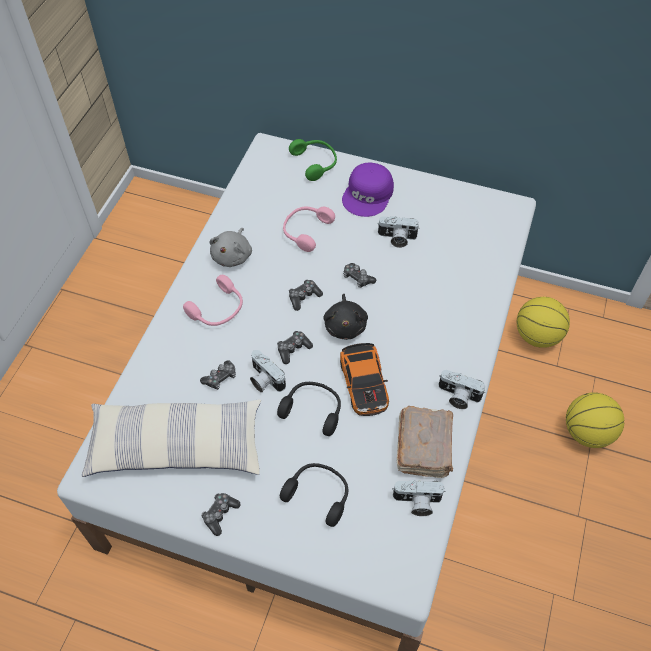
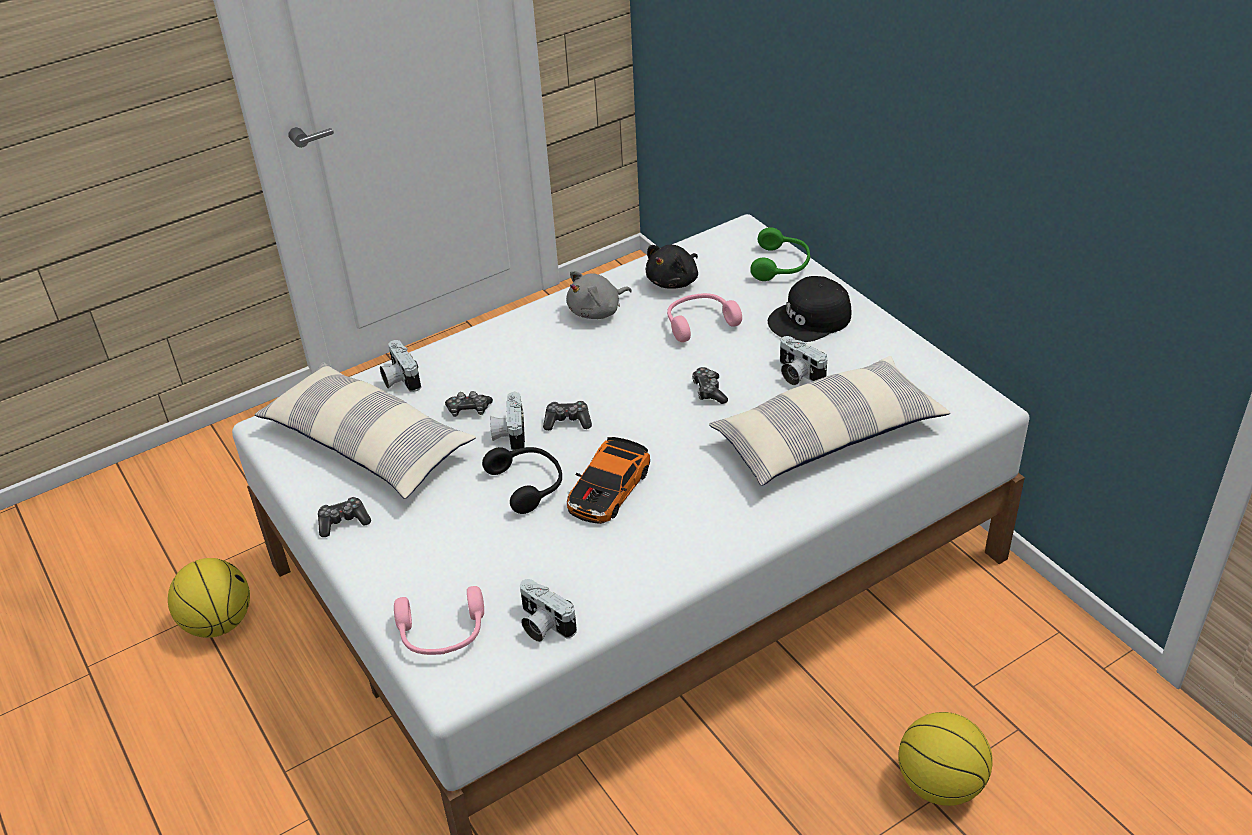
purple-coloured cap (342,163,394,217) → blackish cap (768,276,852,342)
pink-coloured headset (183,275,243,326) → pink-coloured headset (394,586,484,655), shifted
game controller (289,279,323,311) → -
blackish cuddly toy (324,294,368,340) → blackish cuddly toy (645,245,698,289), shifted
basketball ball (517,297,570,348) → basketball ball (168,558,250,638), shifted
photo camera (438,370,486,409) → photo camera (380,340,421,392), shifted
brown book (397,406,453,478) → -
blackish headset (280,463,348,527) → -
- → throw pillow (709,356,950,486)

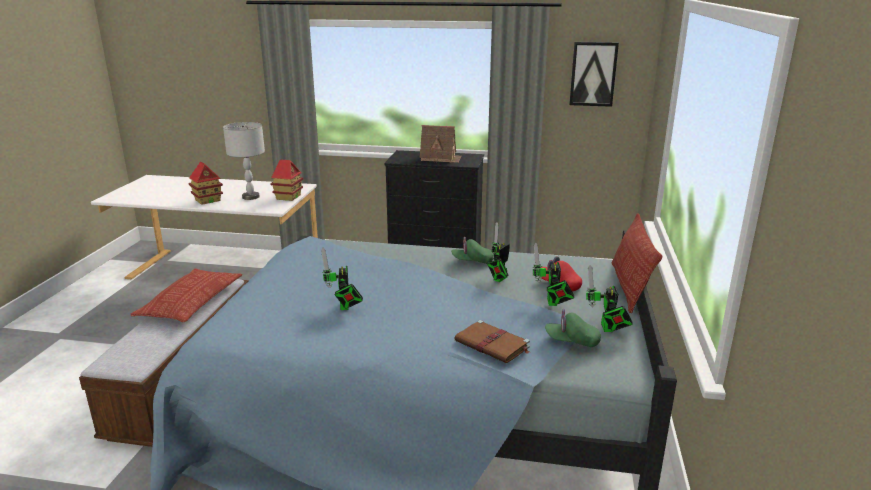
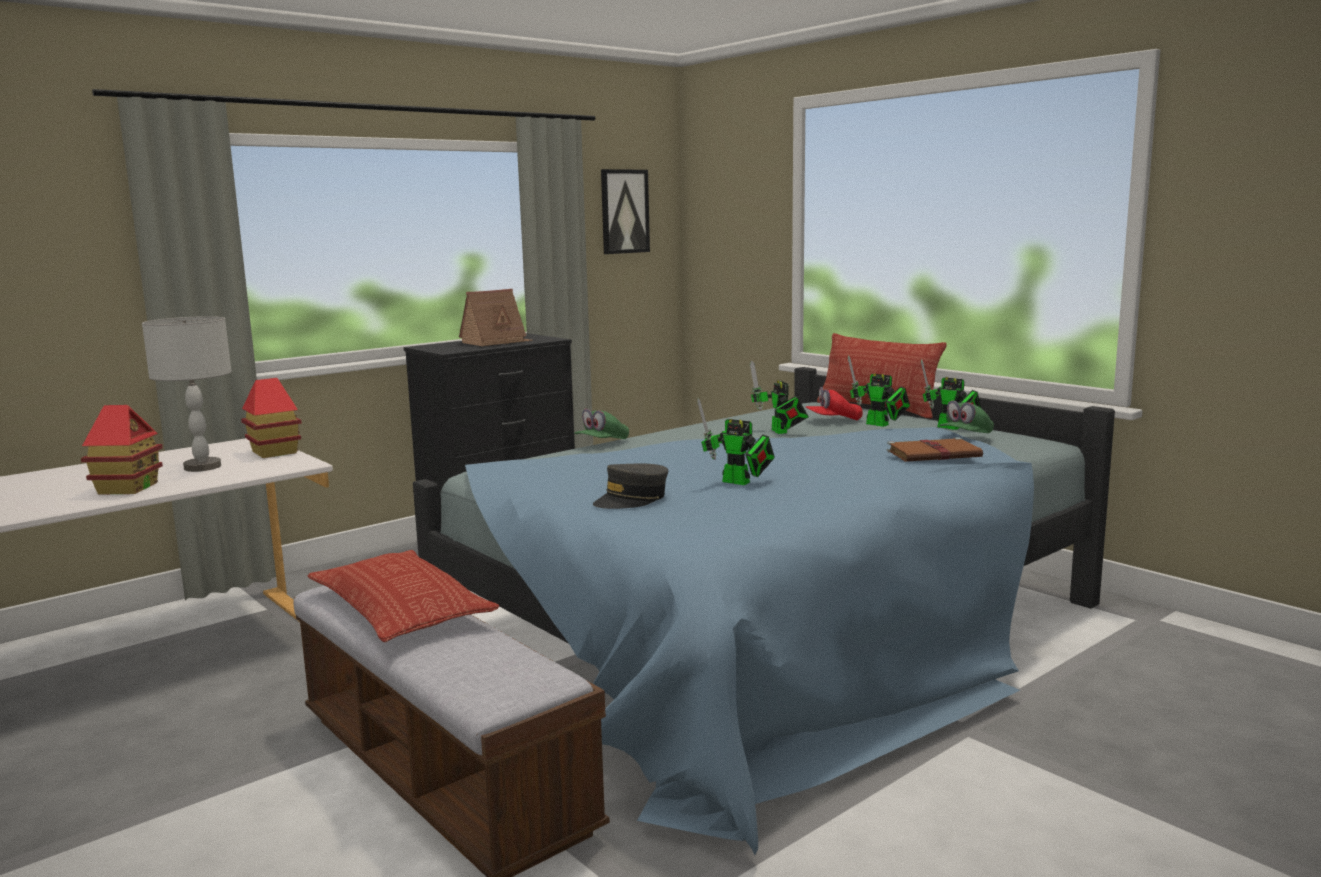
greenish cap (451,237,494,264) → greenish cap (574,409,629,439), shifted
- → gray cap (593,464,668,509)

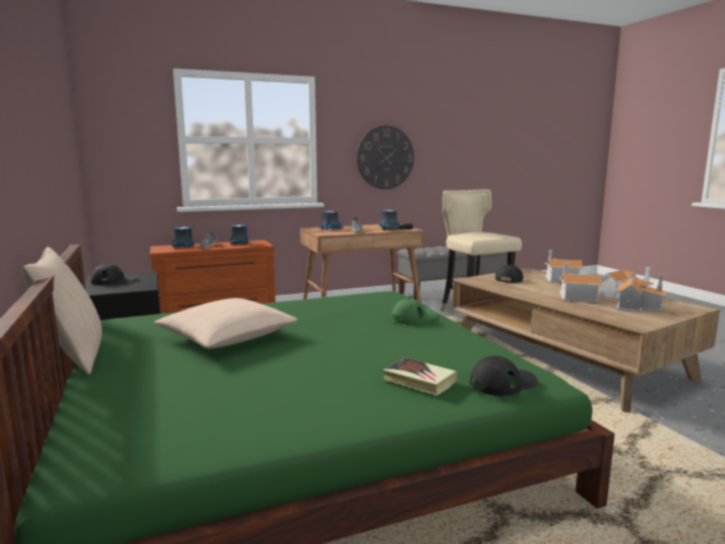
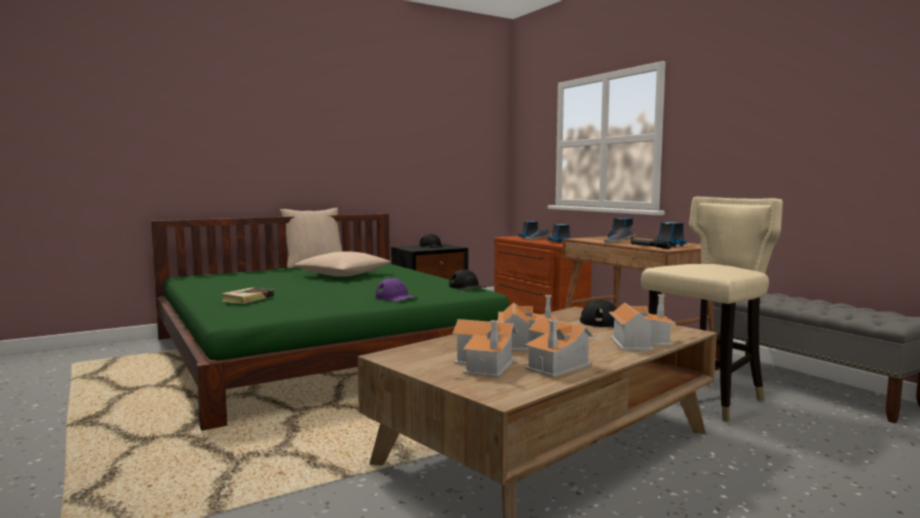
wall clock (356,125,414,189) → -
greenish cap (391,299,437,324) → purple-coloured cap (375,278,417,301)
blackish cap (470,356,538,396) → blackish cap (449,269,486,290), shifted

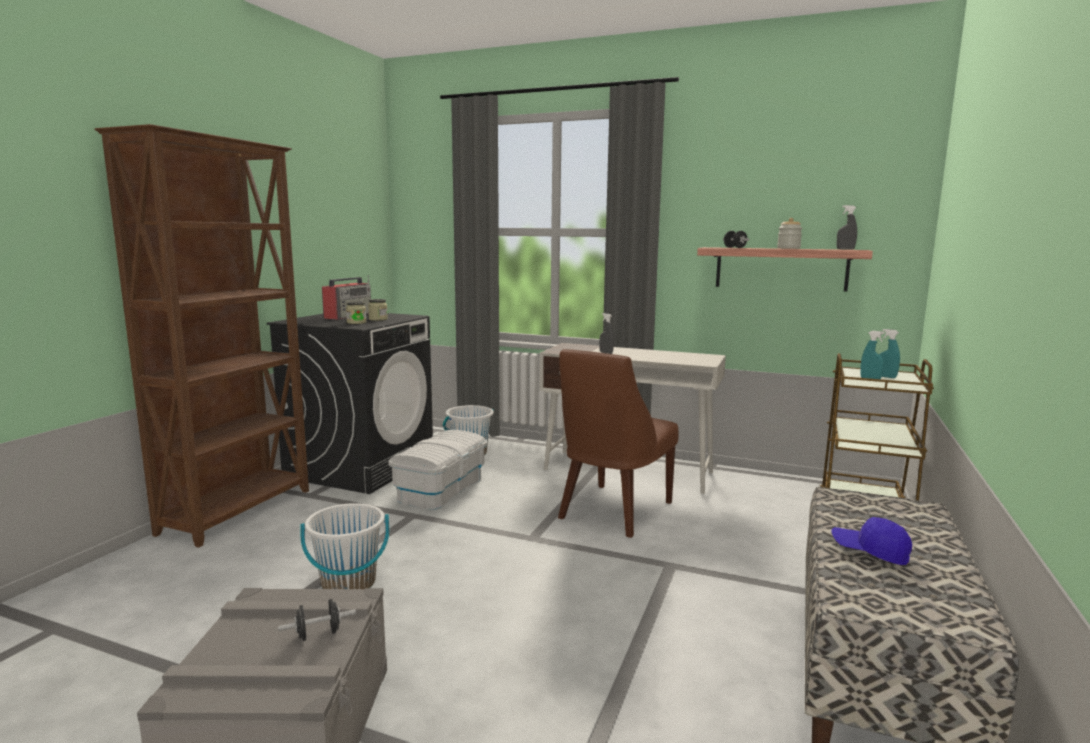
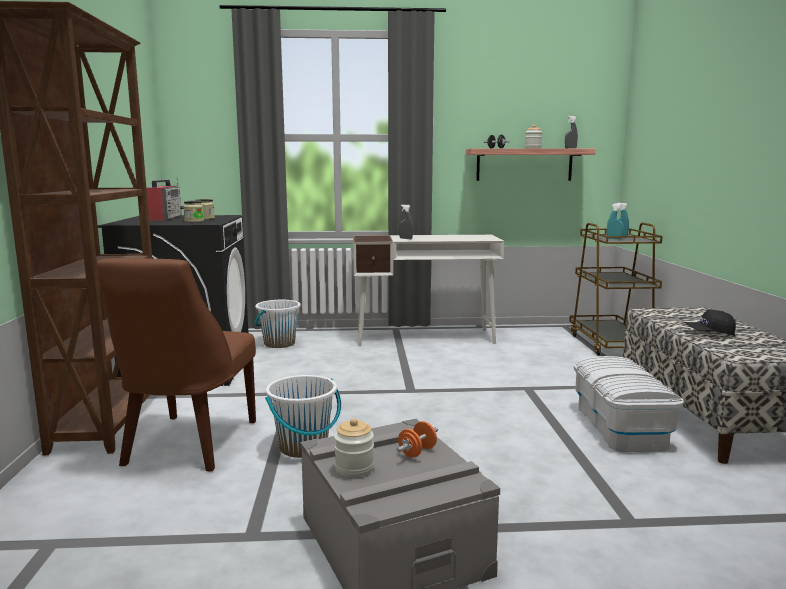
brown upright chair (558,349,679,538) → brown upright chair (97,258,256,471), shifted
whitish storage container (388,430,487,510) → whitish storage container (574,356,684,452), shifted
bluish cap (831,517,912,565) → blackish cap (684,310,736,336)
blackish dumbbell (278,599,356,641) → orangey dumbbell (396,421,438,458)
- → jar (334,418,374,477)

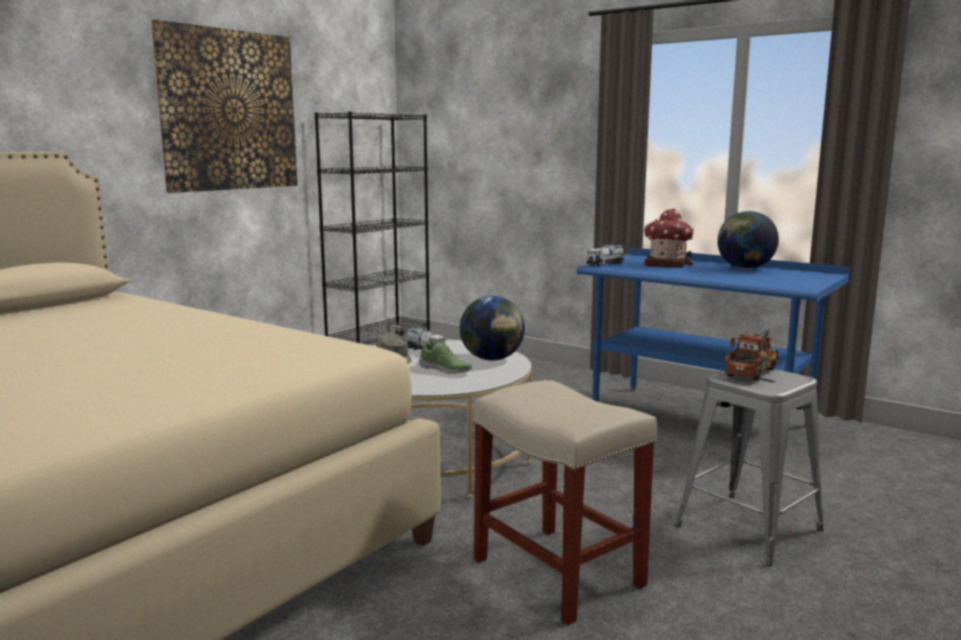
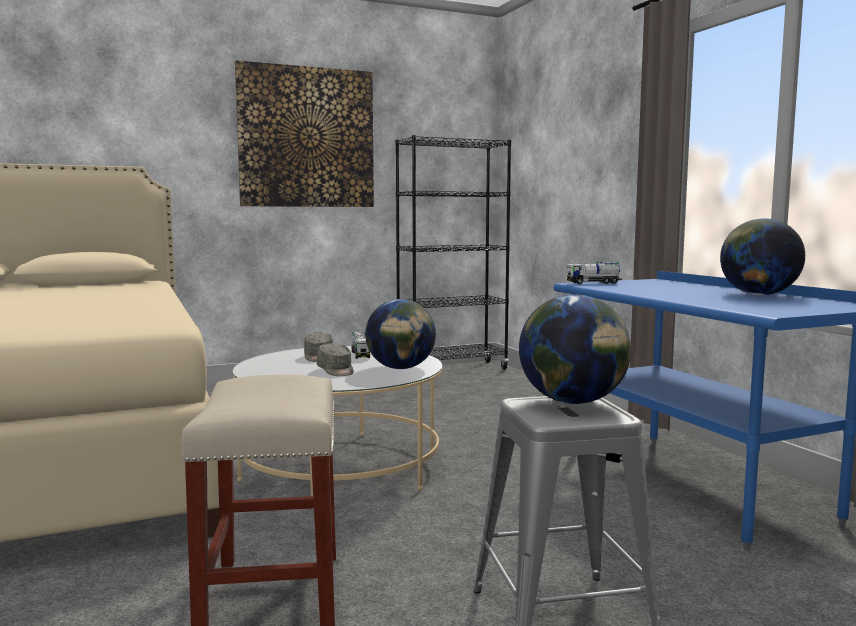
toy house (644,208,694,268) → -
toy truck (724,329,778,381) → desk globe (519,294,631,404)
shoe (419,341,472,374) → gray cap (317,343,354,376)

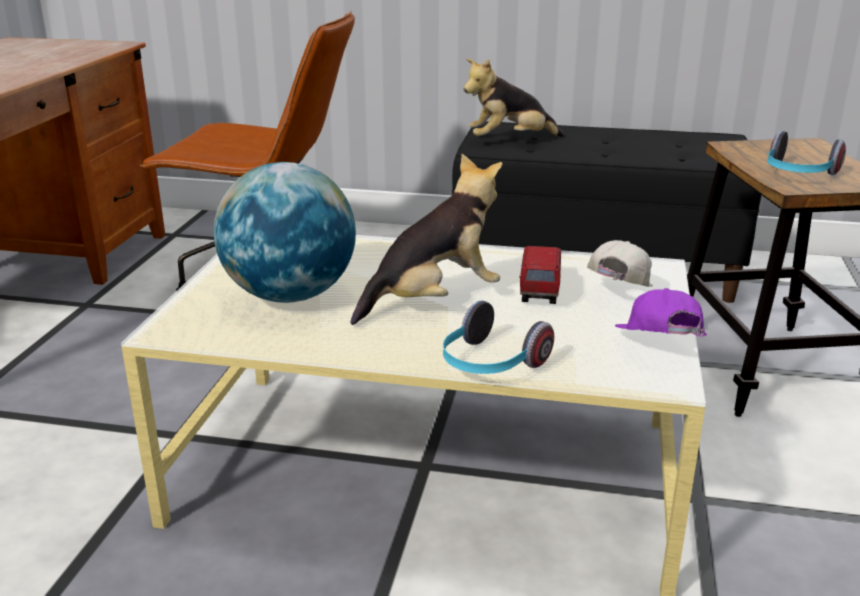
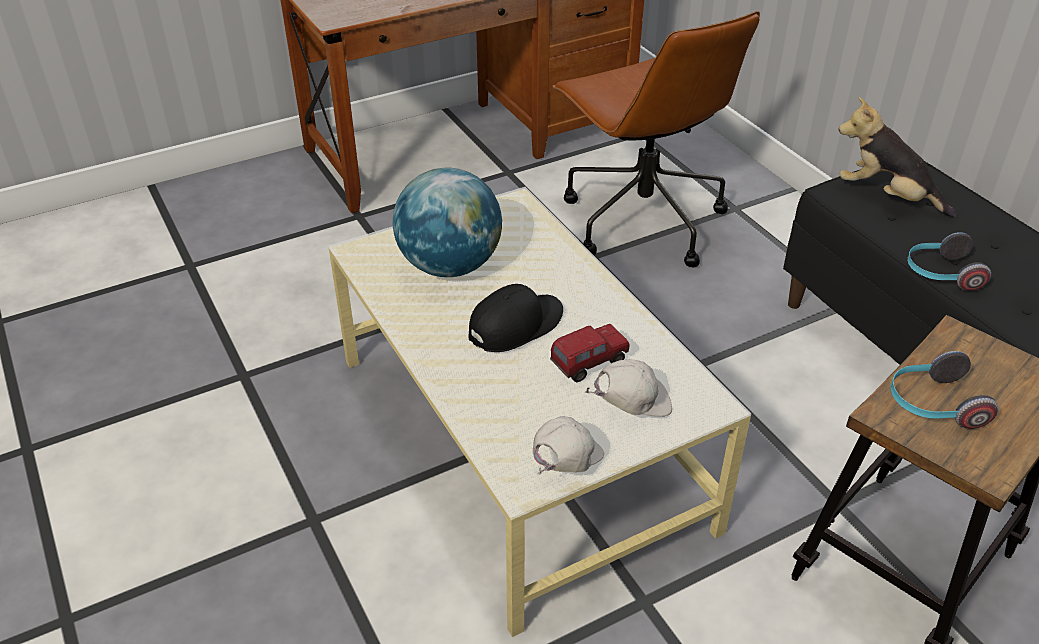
cuddly toy (350,154,502,325) → blackish cap (468,284,563,352)
purple-coloured cap (615,288,707,337) → whitish cap (533,416,604,474)
headset (443,301,554,374) → headset (907,232,991,291), shifted

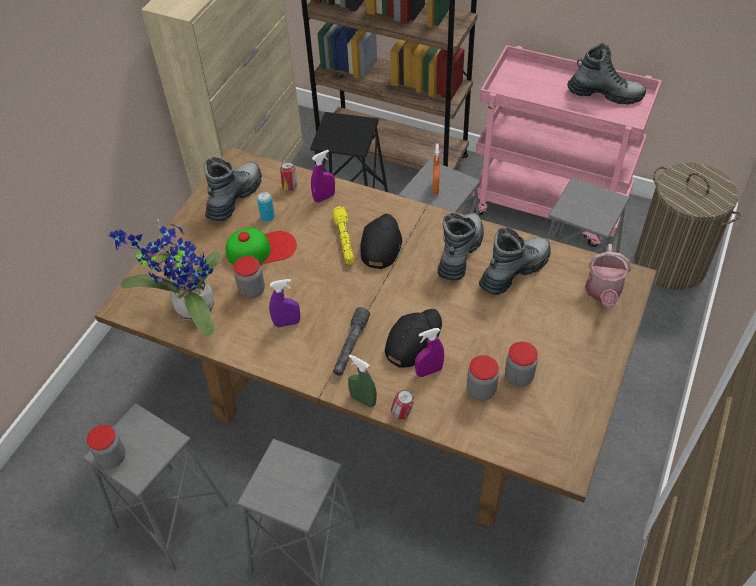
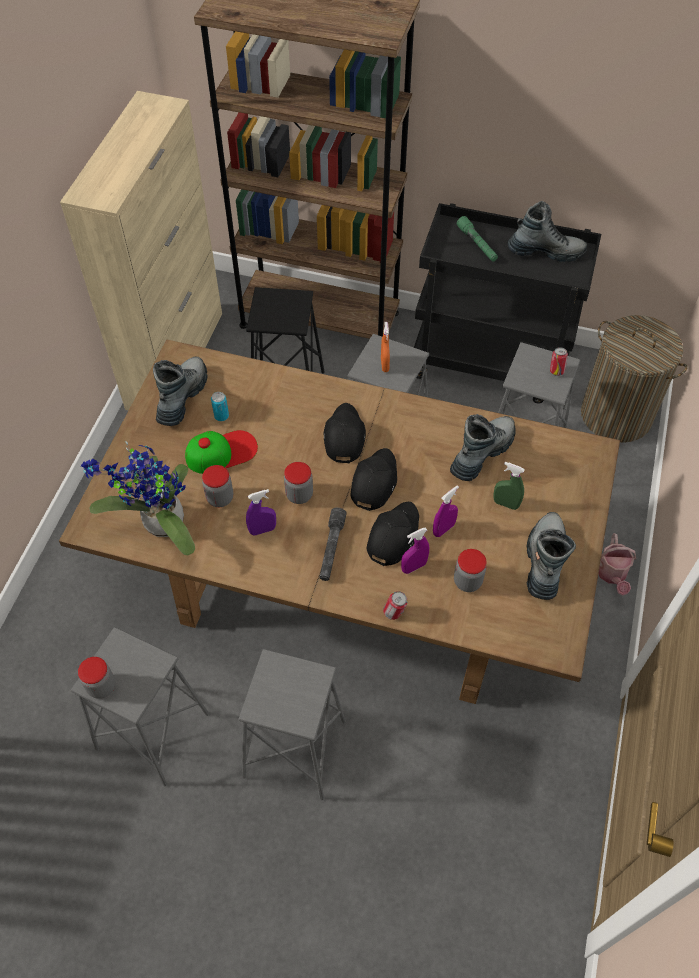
pink-coloured cart (472,45,662,247) → blackish cart (414,203,601,404)
purple-coloured sprayer (311,150,335,203) → purple-coloured sprayer (433,485,459,537), shifted
sealed can (280,162,297,191) → sealed can (550,347,568,376), shifted
yellow flashlight (332,206,354,265) → -
high-top boot (438,213,484,281) → high-top boot (526,512,576,600), shifted
watering pot (585,244,631,307) → watering pot (598,533,636,595), shifted
jar (505,342,538,387) → jar (284,462,313,504), shifted
greenish sprayer (348,354,377,407) → greenish sprayer (493,462,525,510), shifted
- → greenish flashlight (457,216,498,262)
- → blackish cap (351,448,397,511)

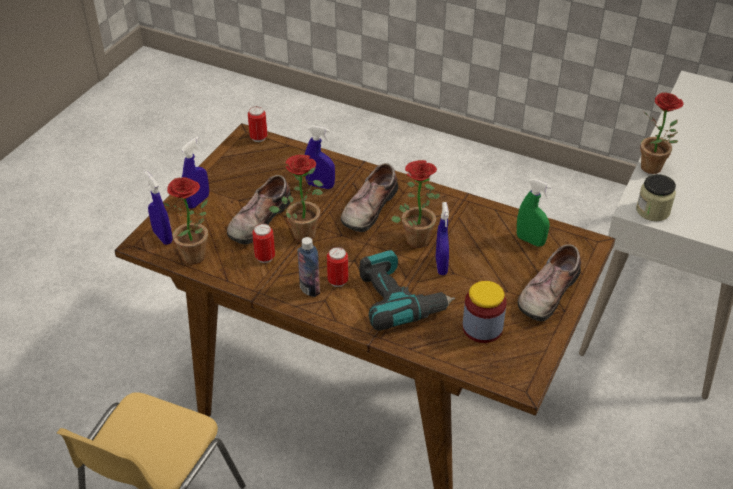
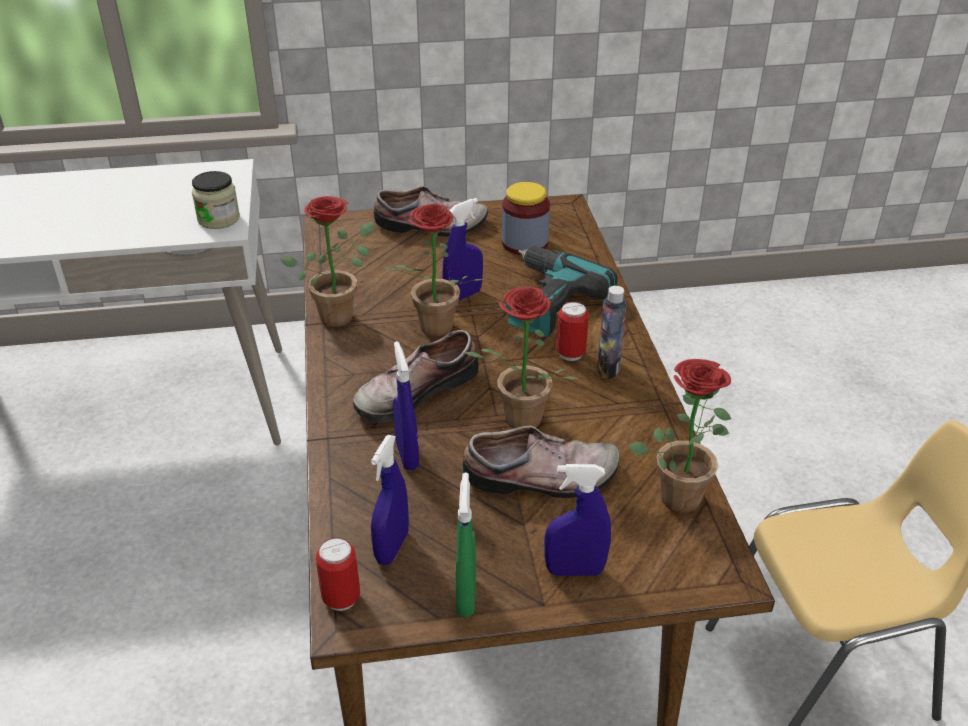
potted plant (640,92,684,174) → potted plant (280,196,374,327), shifted
shoe (341,163,398,232) → shoe (353,330,478,423), 150 degrees clockwise
bluish sprayer (144,171,173,245) → bluish sprayer (371,435,409,565), shifted
greenish sprayer (517,179,552,247) → greenish sprayer (456,473,476,617), shifted
sealed can (252,224,275,263) → -

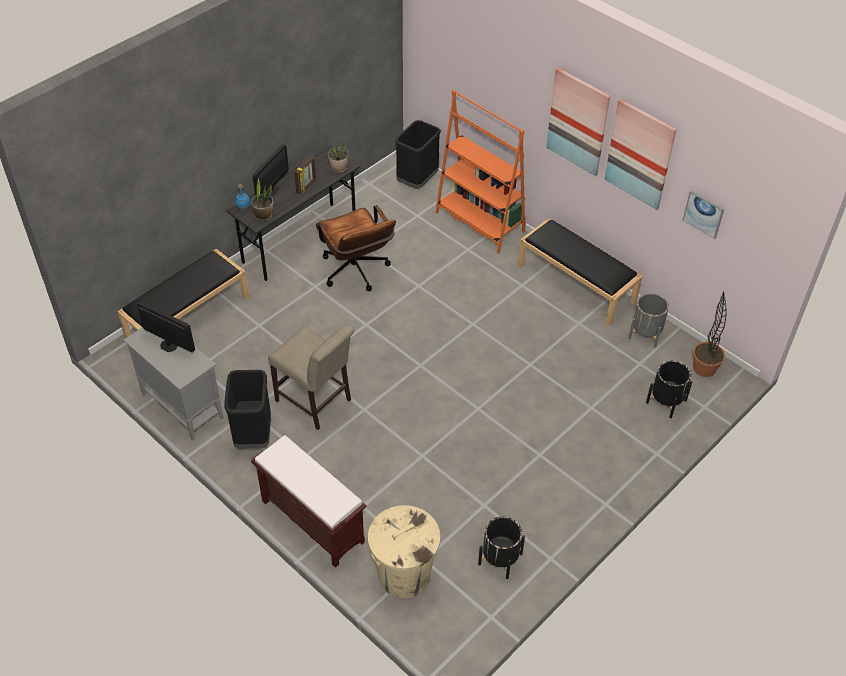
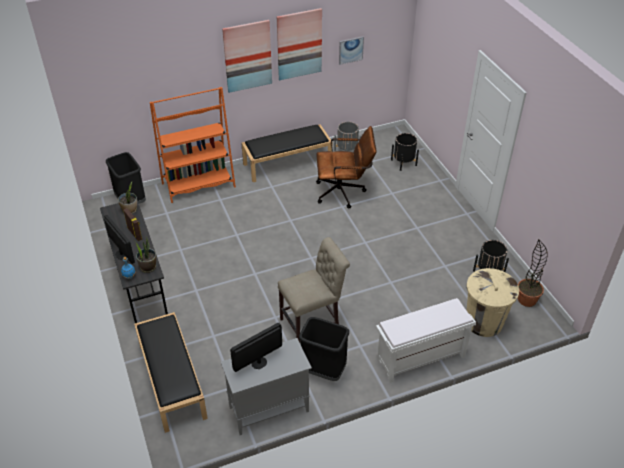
brown computer chair (316,205,396,291) → brown computer chair (316,126,377,209), shifted
potted plant (693,291,726,377) → potted plant (518,239,548,307), shifted
brown long seat (251,435,366,568) → whitish long seat (376,298,476,383)

